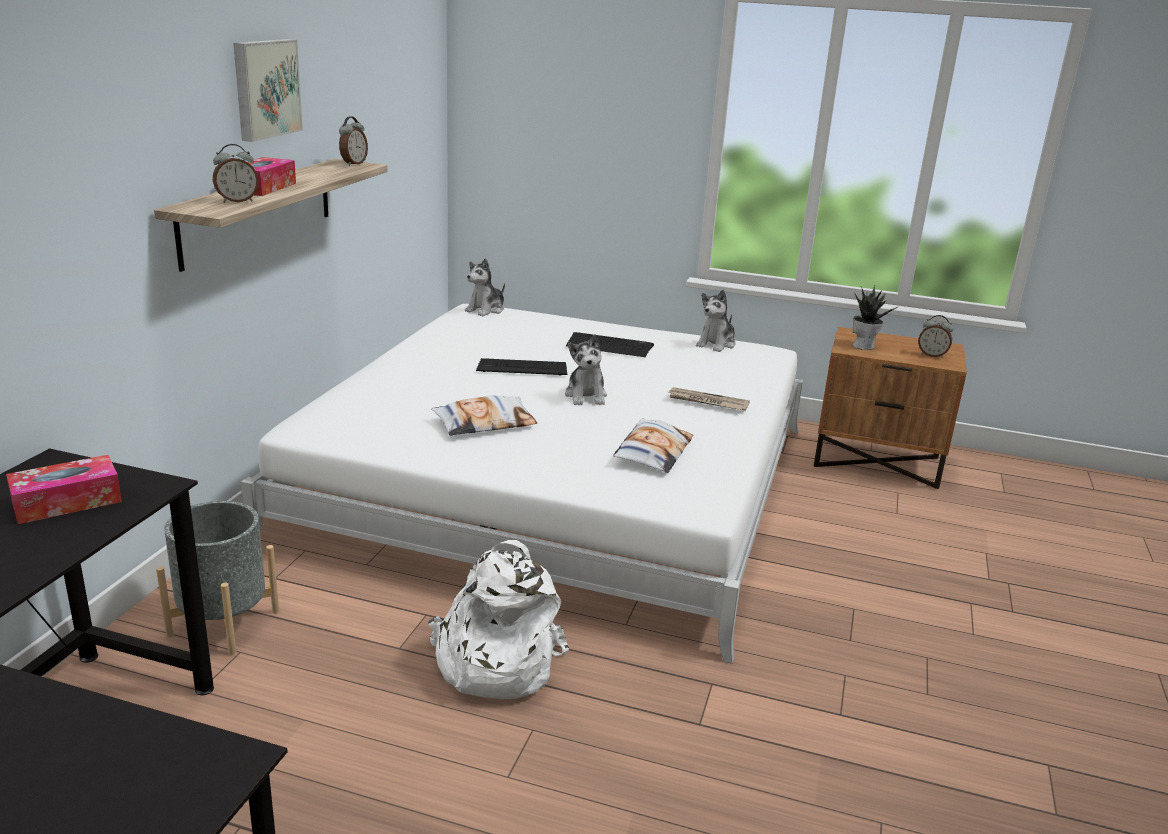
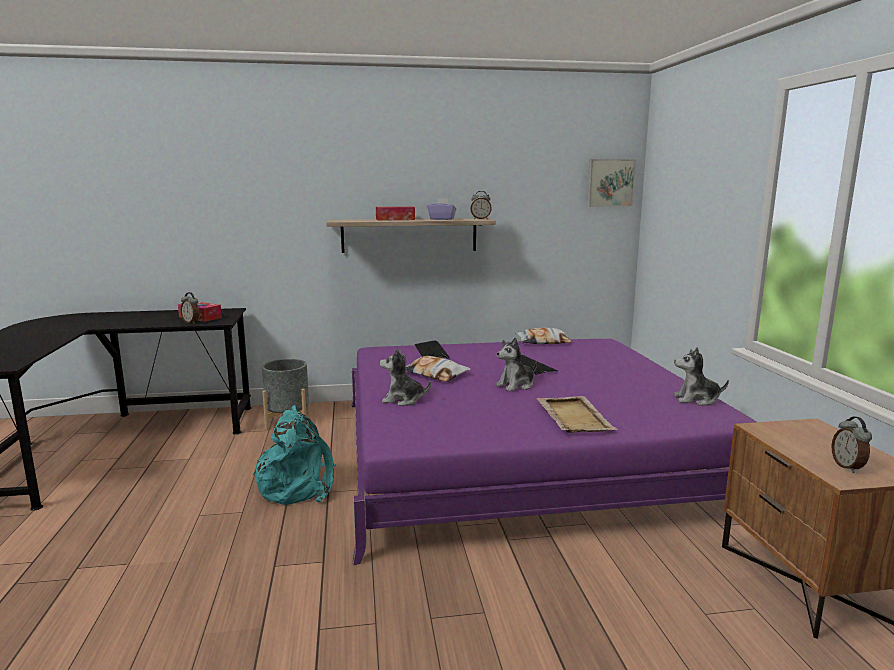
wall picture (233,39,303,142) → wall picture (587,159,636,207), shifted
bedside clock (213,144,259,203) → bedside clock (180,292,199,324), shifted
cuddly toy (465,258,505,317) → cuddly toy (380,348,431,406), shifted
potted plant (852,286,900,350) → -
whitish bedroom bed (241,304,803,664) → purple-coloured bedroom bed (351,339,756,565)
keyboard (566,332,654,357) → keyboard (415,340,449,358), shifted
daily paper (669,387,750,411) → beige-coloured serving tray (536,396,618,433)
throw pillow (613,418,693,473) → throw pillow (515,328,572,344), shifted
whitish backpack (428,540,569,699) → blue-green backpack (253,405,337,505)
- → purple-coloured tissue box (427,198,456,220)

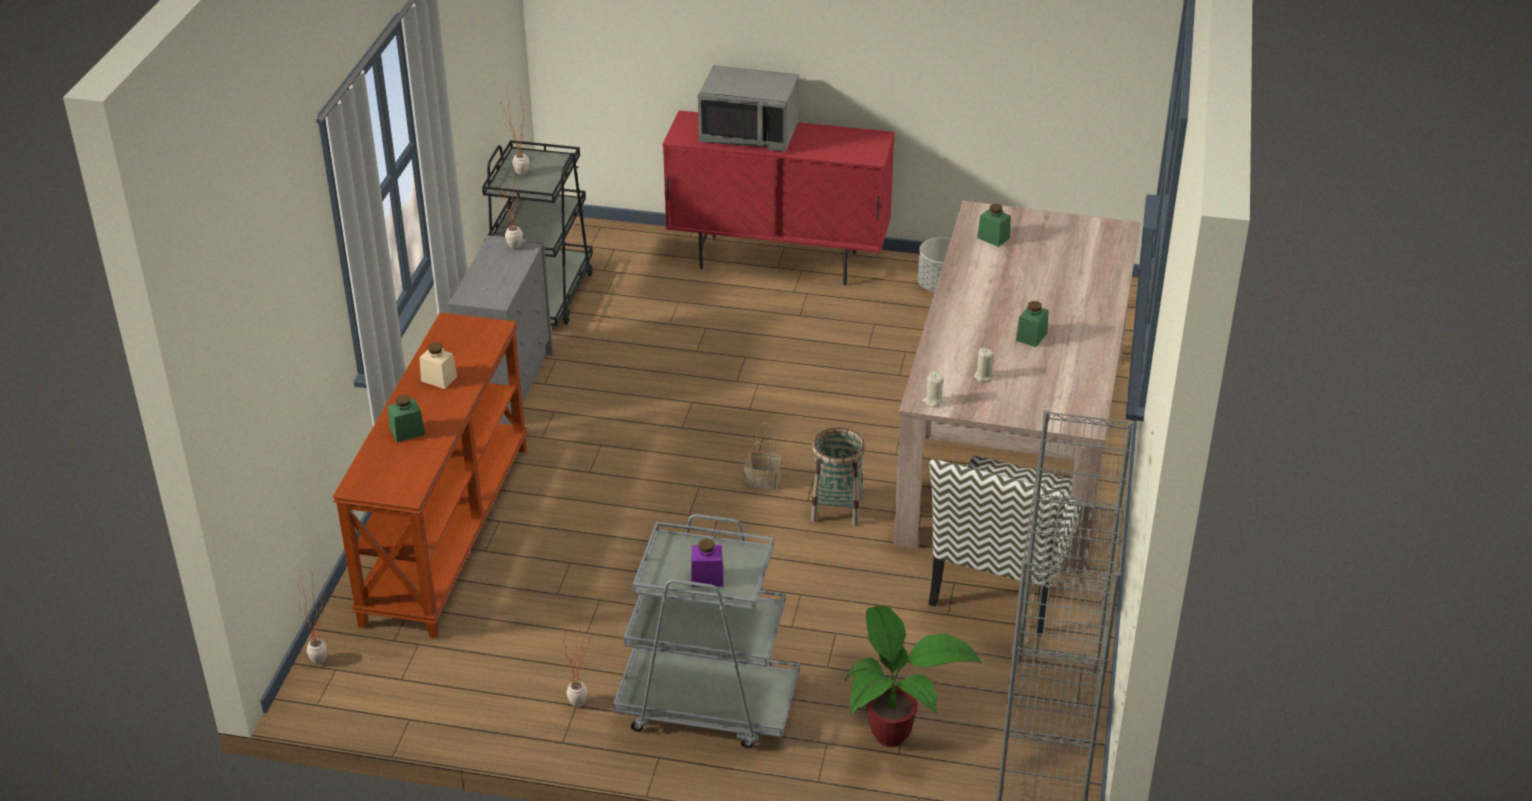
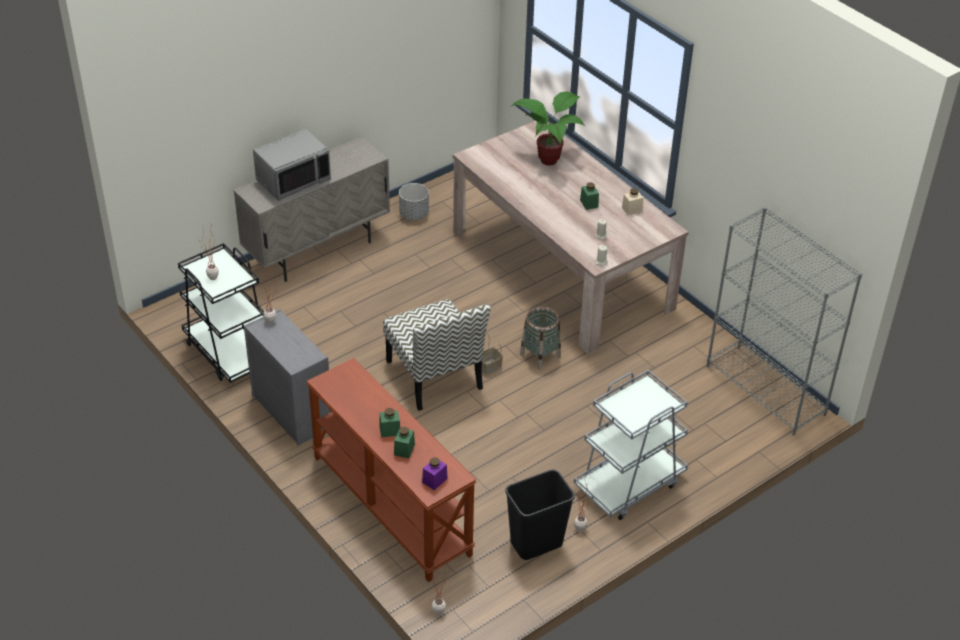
red cupboard (663,110,895,285) → beige-coloured cupboard (233,137,390,282)
greenish jar (977,204,1011,247) → greenish jar (379,408,400,437), shifted
beige-coloured jar (419,343,457,389) → beige-coloured jar (622,188,643,215), shifted
upright chair (929,456,1081,636) → upright chair (383,299,491,411), shifted
purple-coloured jar (691,538,724,587) → purple-coloured jar (422,457,448,490), shifted
potted plant (845,605,982,747) → potted plant (511,92,585,166), shifted
- → blackish trash can (505,469,575,560)

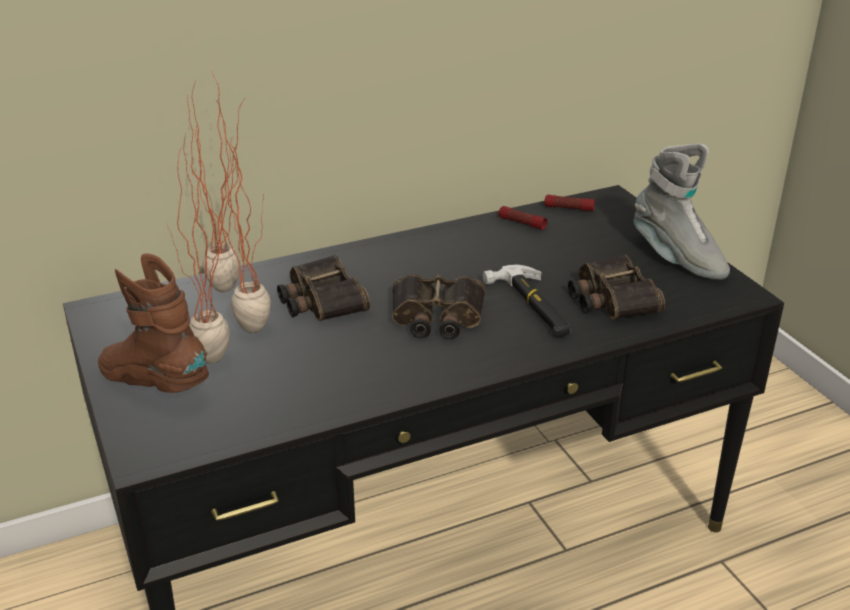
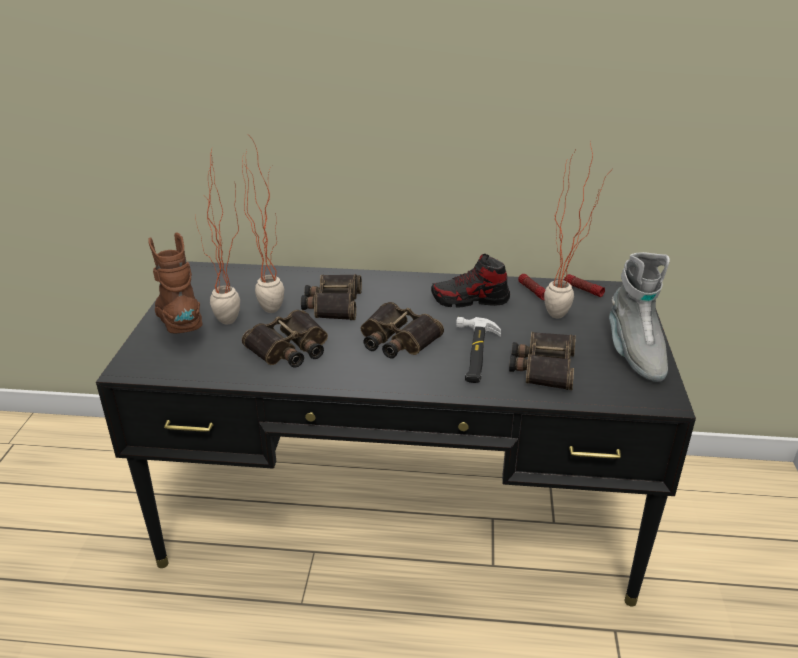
potted plant (187,71,245,292) → potted plant (544,142,609,318), shifted
- → shoe (431,254,510,308)
- → binoculars (242,310,328,368)

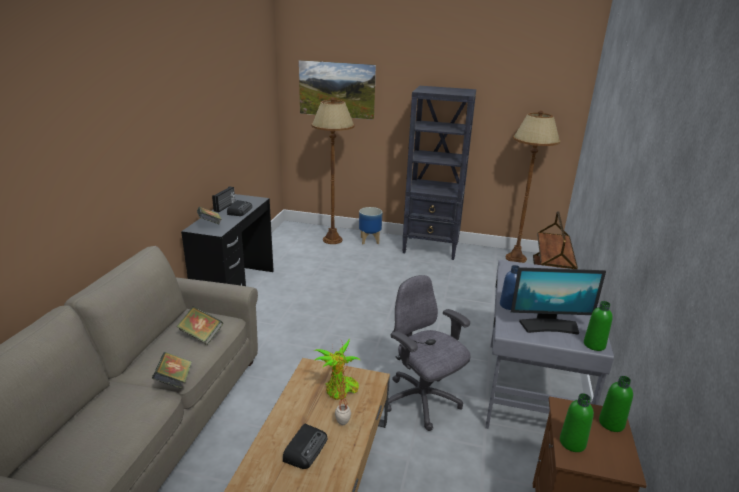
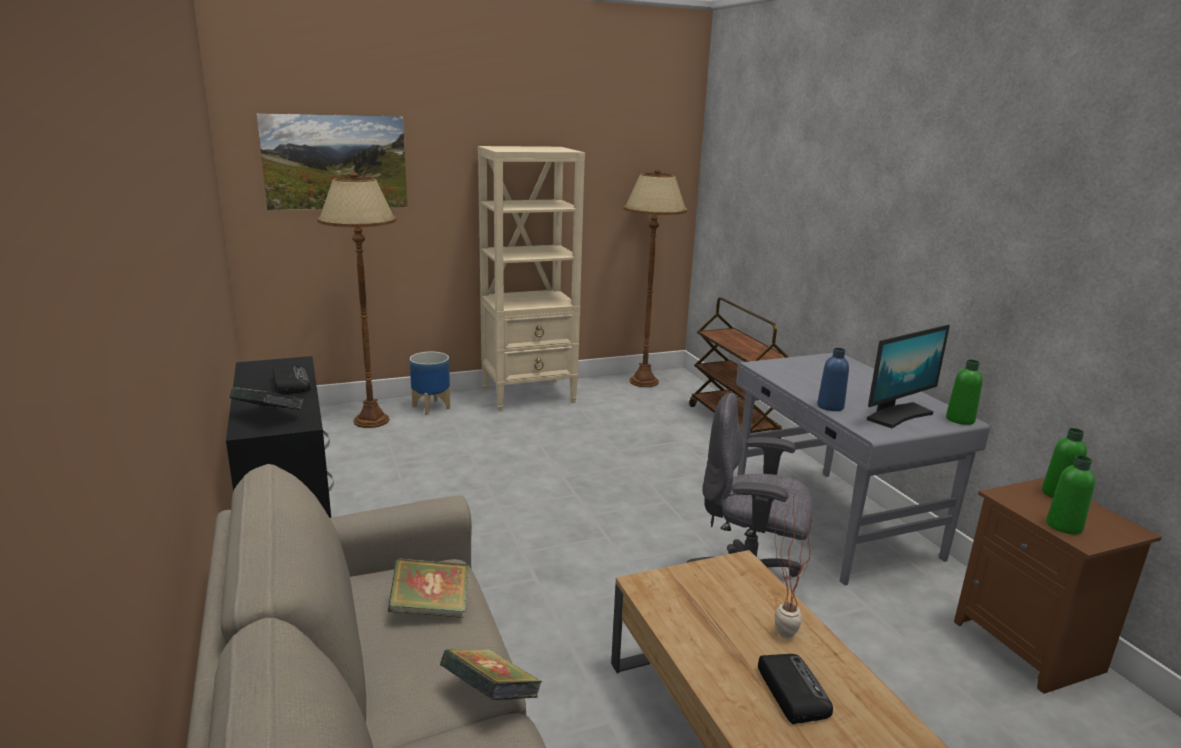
blackish shelving unit (403,86,476,260) → beige-coloured shelving unit (478,146,585,412)
radio receiver (212,187,235,212) → -
potted plant (314,339,360,400) → -

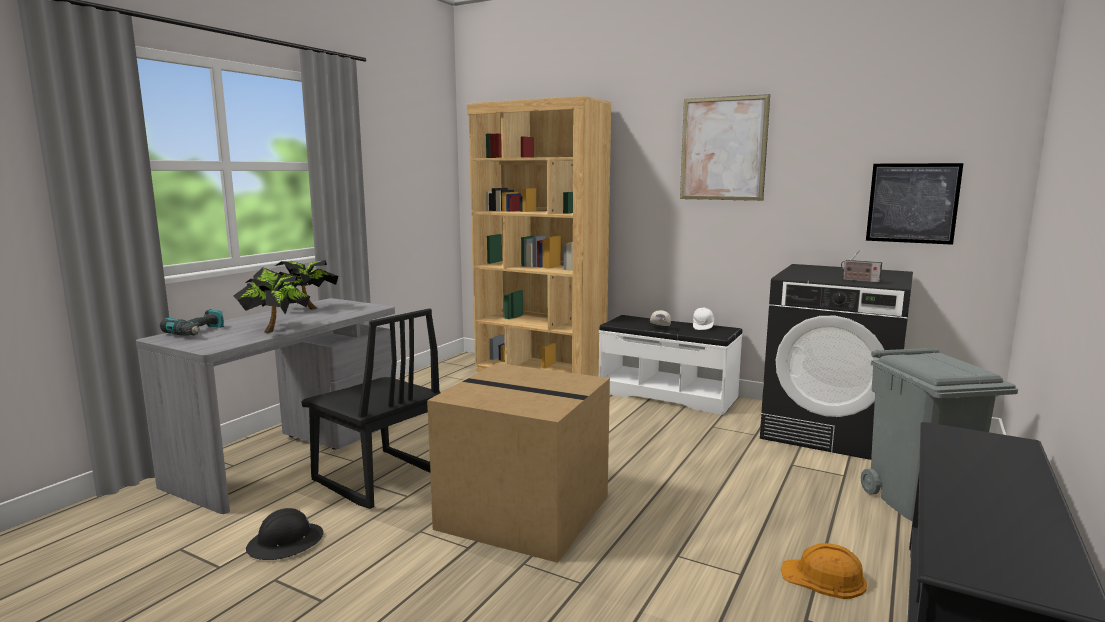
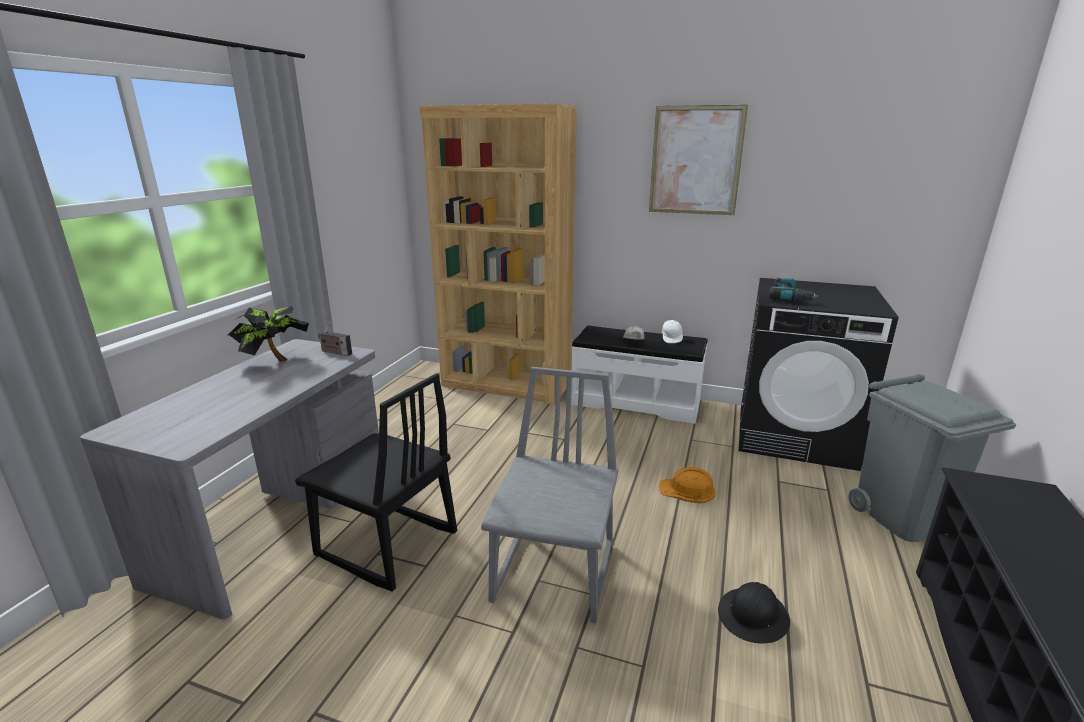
wall picture (866,163,963,245) → -
radio receiver (841,250,882,283) → radio receiver (318,323,352,356), shifted
potted plant (233,267,310,333) → -
electric drill (160,309,224,336) → electric drill (769,277,819,301), shifted
cardboard box (427,363,610,563) → gray upright chair (481,367,618,624)
blackish hard hat (246,508,323,560) → blackish hard hat (718,582,790,643), shifted
orangey hard hat (781,543,867,599) → orangey hard hat (659,467,716,503), shifted

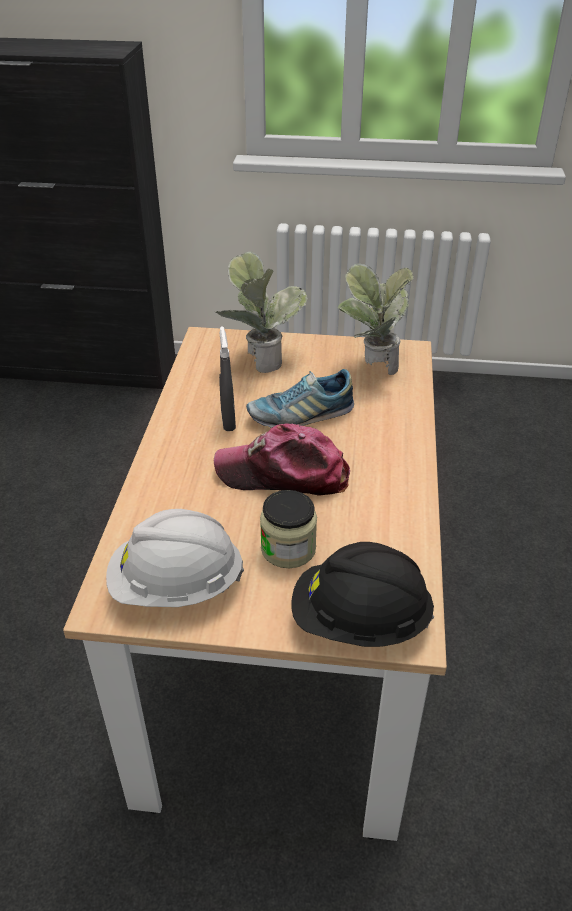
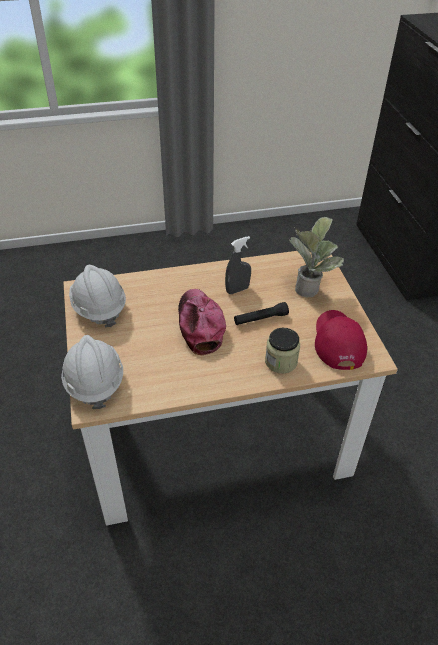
potted plant (338,263,414,375) → red cap (315,310,367,370)
shoe (246,369,354,428) → blackish flashlight (234,302,289,325)
jar (260,490,317,568) → jar (265,328,300,374), shifted
blackish hard hat (291,542,434,647) → whitish hard hat (61,335,123,409)

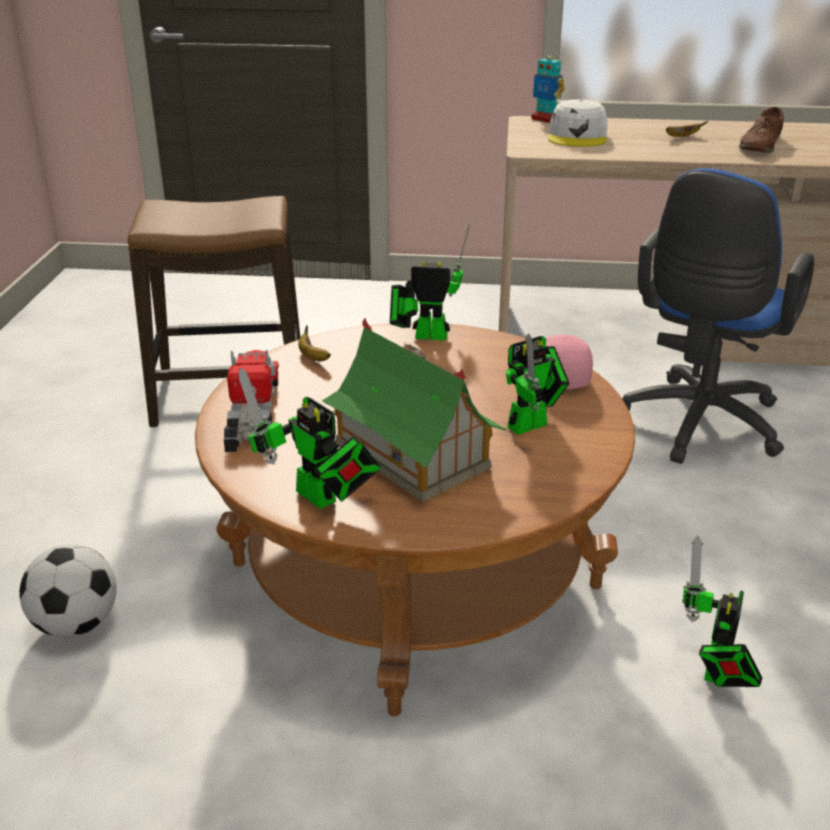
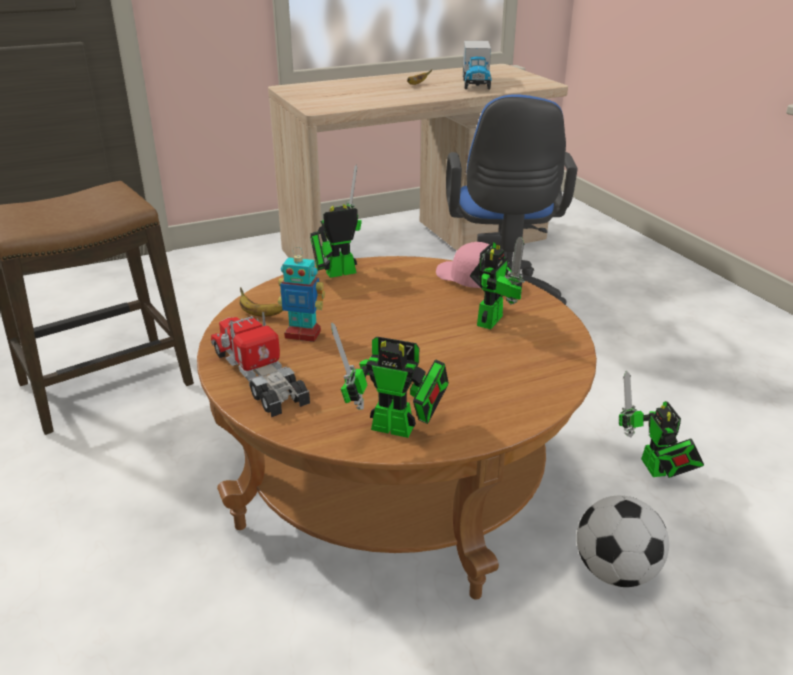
robot figure (531,48,565,123) → robot figure (278,247,325,342), shifted
whitish cap (548,99,608,147) → -
brown shoe (739,107,784,153) → toy truck (463,41,491,89)
toy house (322,318,506,502) → -
football ball (20,544,117,637) → football ball (577,496,669,587), shifted

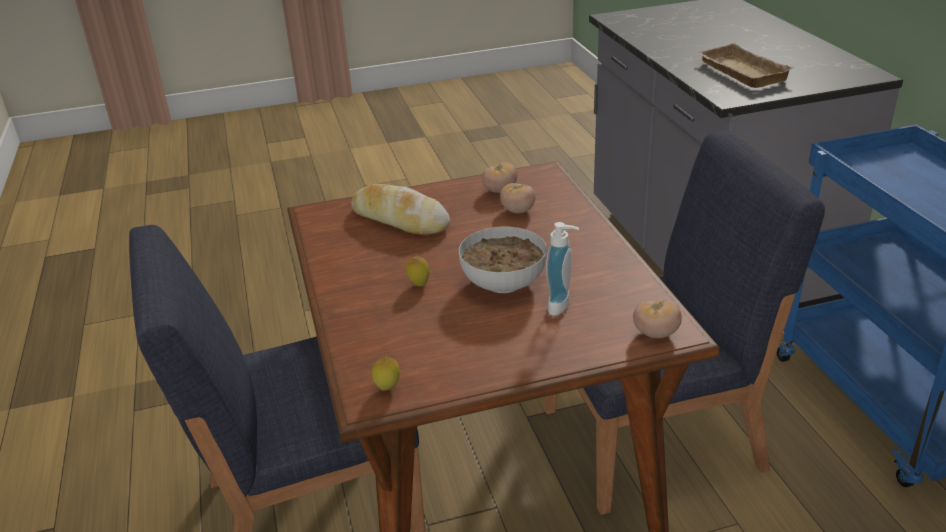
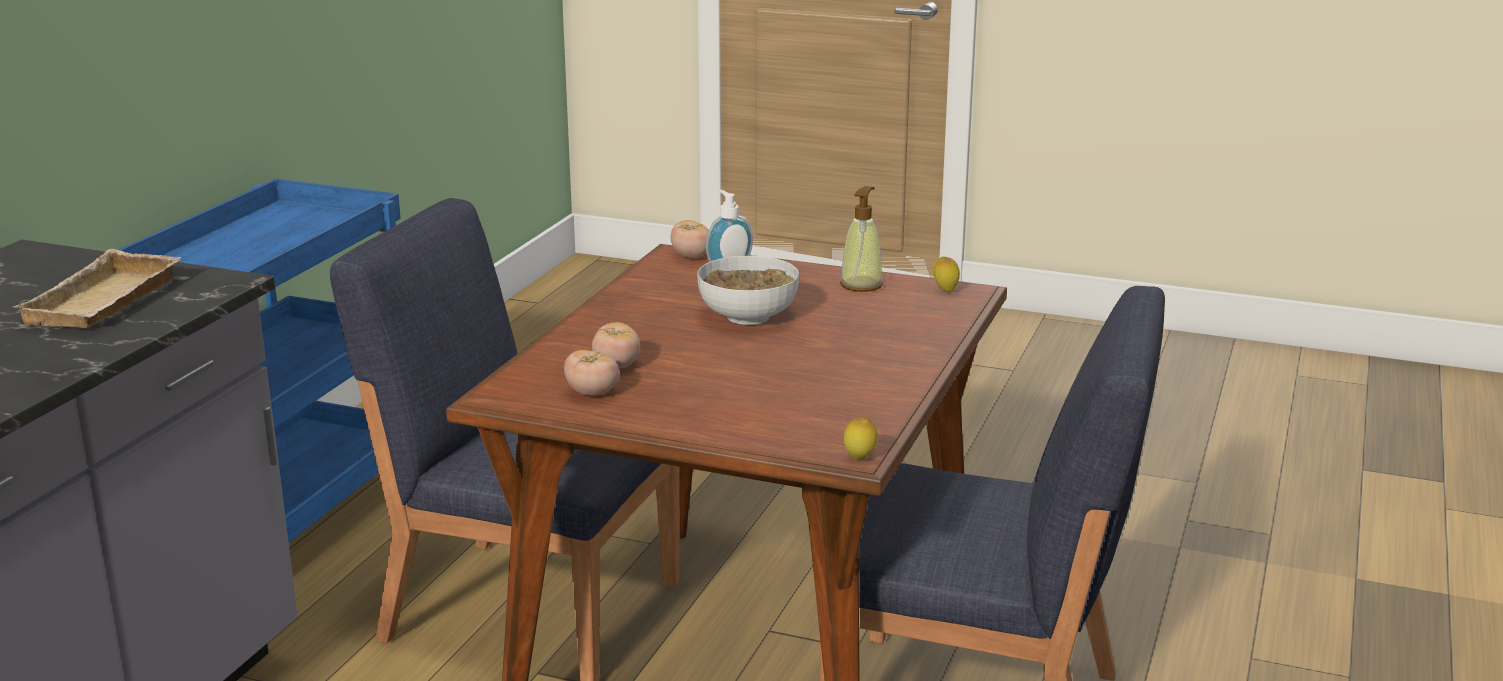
bread (351,184,450,235) → -
whole lemon (406,257,430,287) → whole lemon (844,418,878,459), shifted
- → soap bottle (840,186,883,292)

